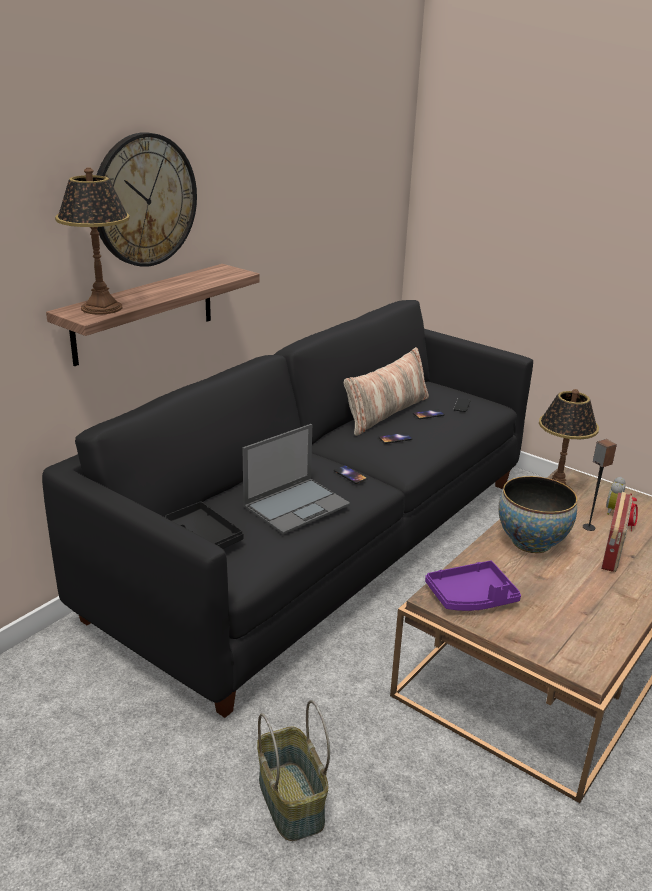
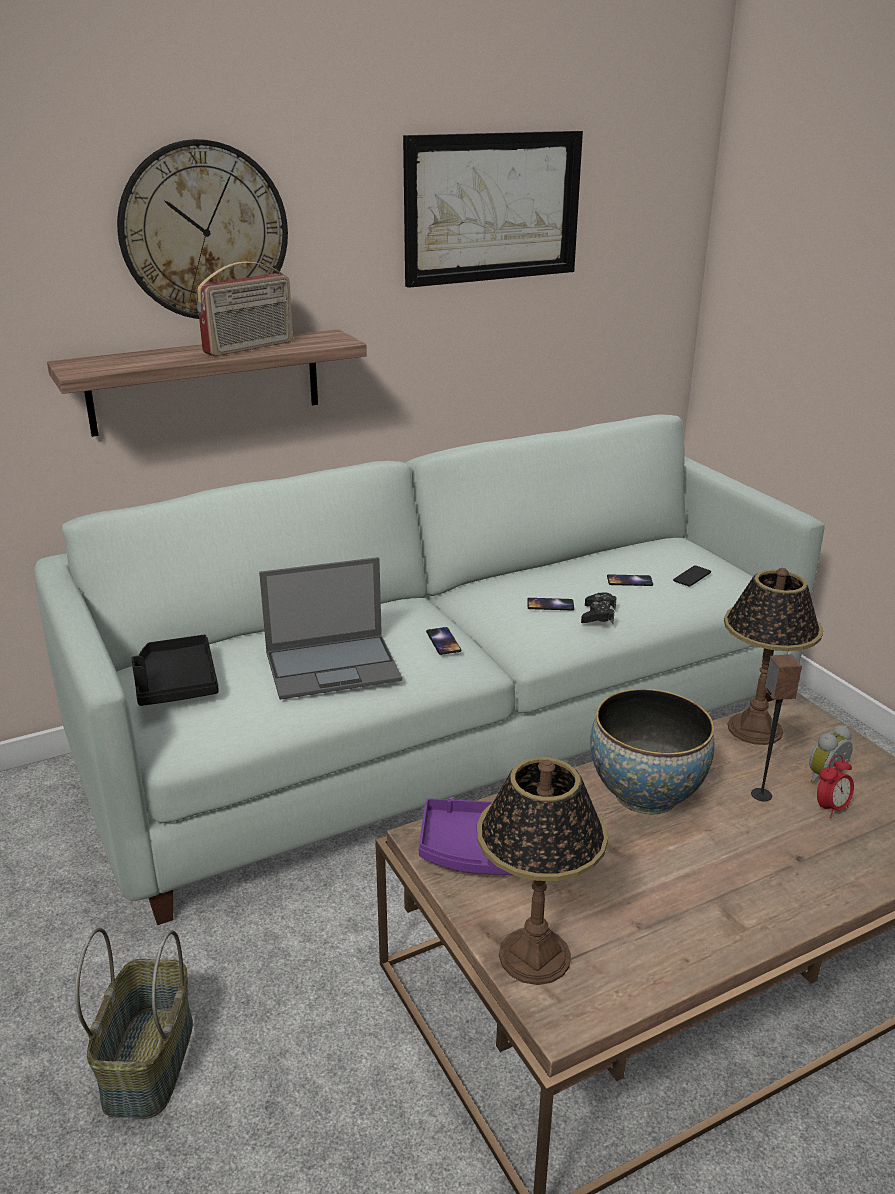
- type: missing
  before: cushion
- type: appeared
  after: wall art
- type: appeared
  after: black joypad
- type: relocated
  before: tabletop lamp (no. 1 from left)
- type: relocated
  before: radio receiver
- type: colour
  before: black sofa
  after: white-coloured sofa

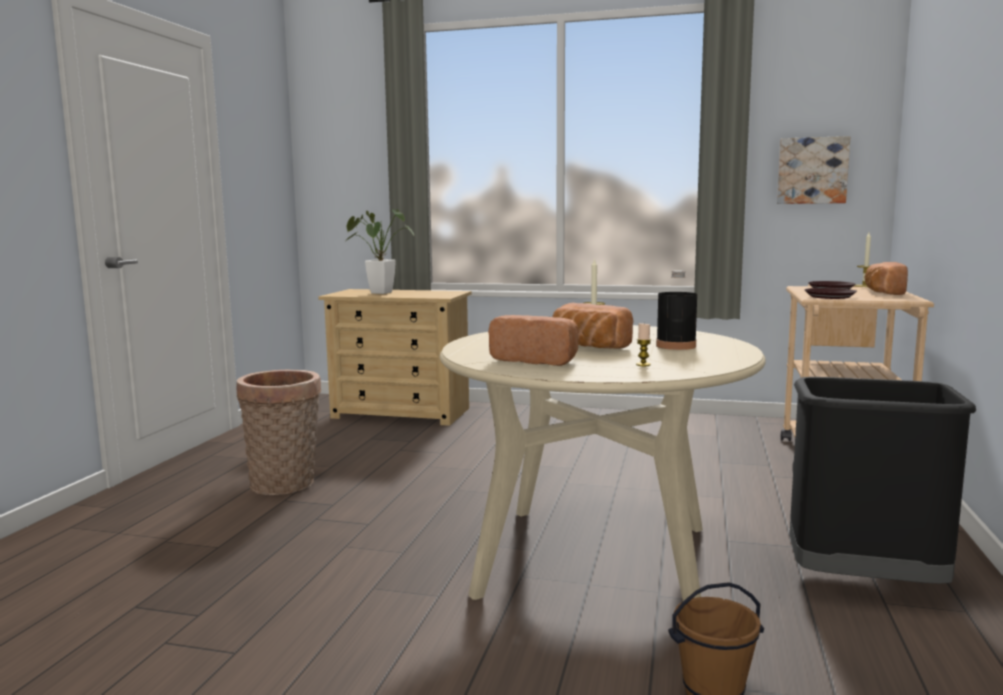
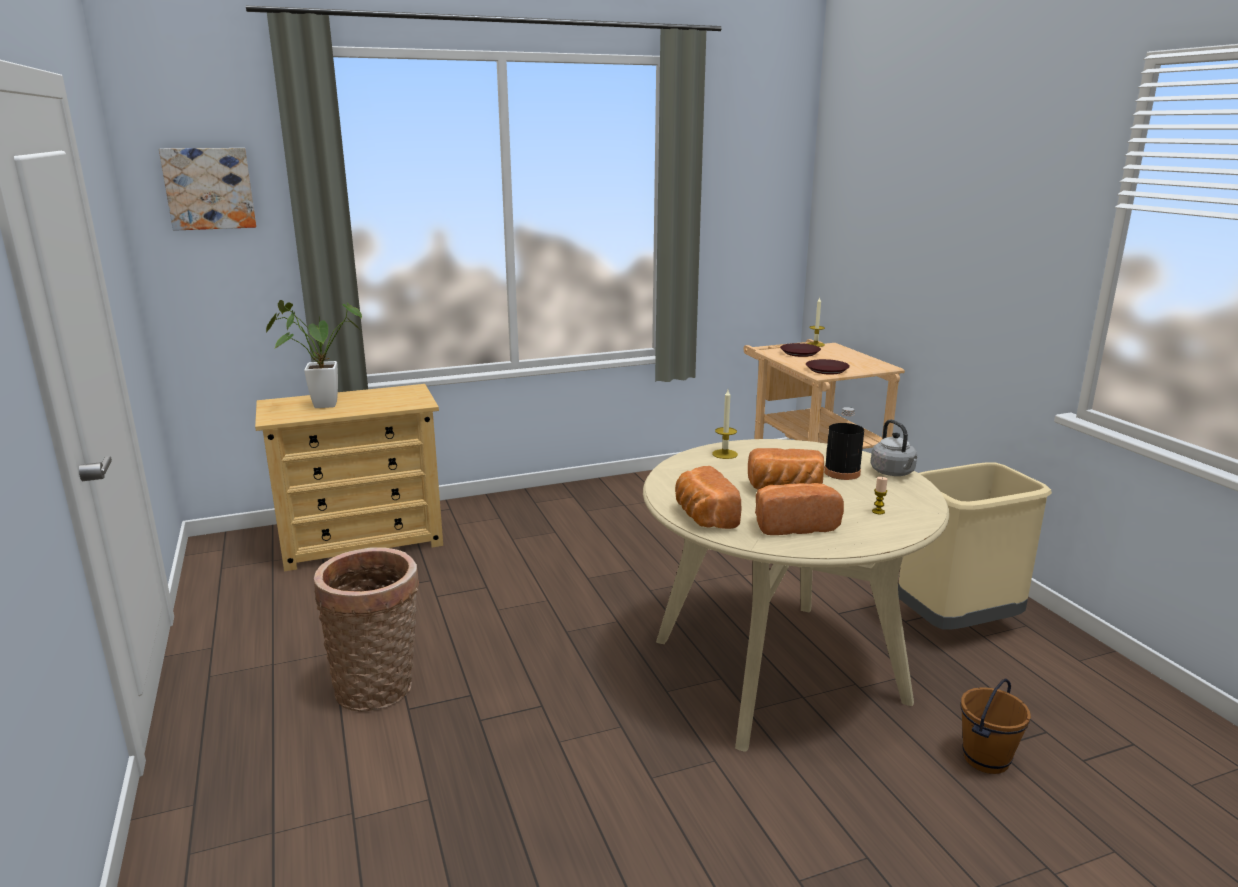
- type: appeared
  after: gray water kettle
- type: relocated
  before: wall art
- type: relocated
  before: bakery bread (no. 3 from left in the first image)
  after: bakery bread (no. 1 from left)
- type: colour
  before: black rubbish bin
  after: beige-coloured rubbish bin

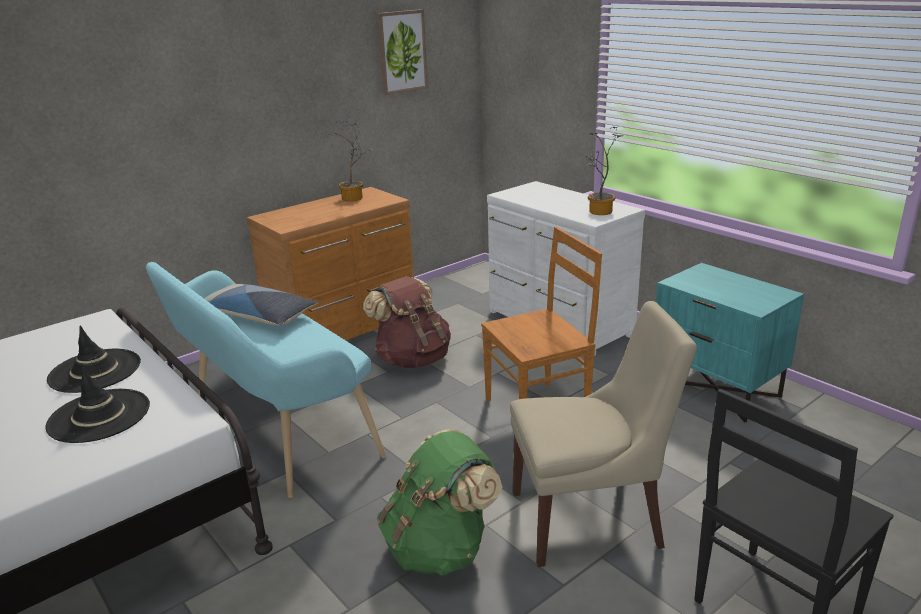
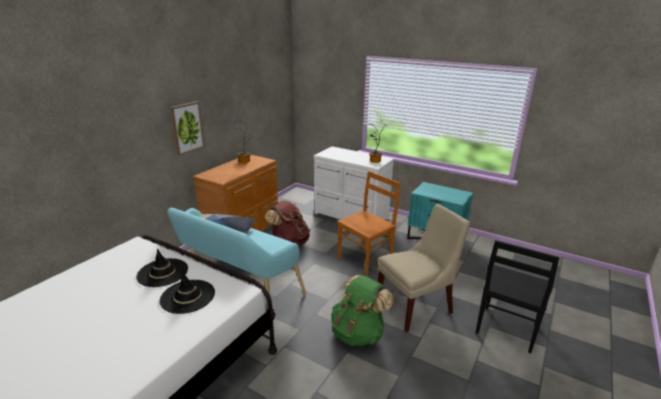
- type: relocated
  before: wall art

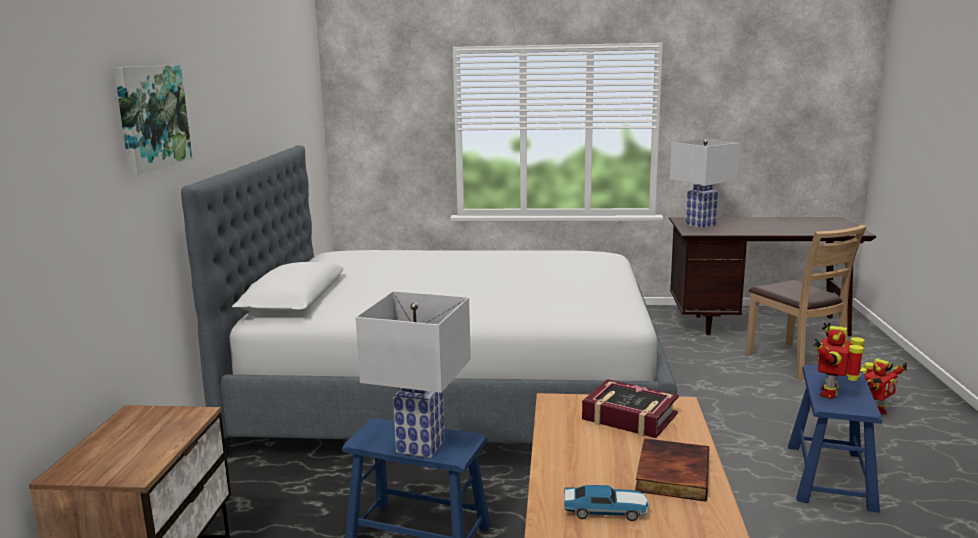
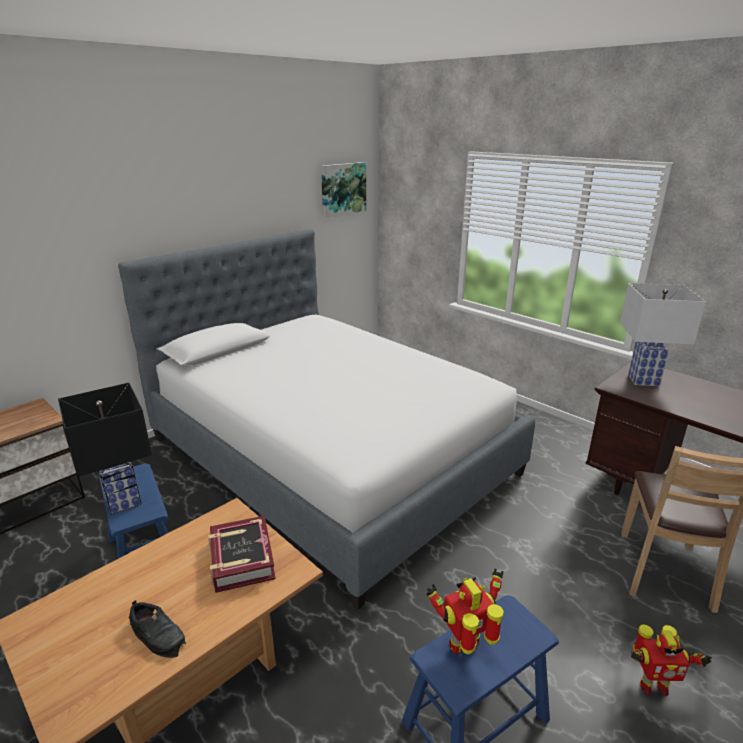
- type: missing
  before: model car
- type: relocated
  before: wall art
- type: exchanged
  before: bound book (no. 2 from left)
  after: black item of footwear
- type: colour
  before: white-coloured tabletop lamp (no. 1 from left)
  after: black tabletop lamp

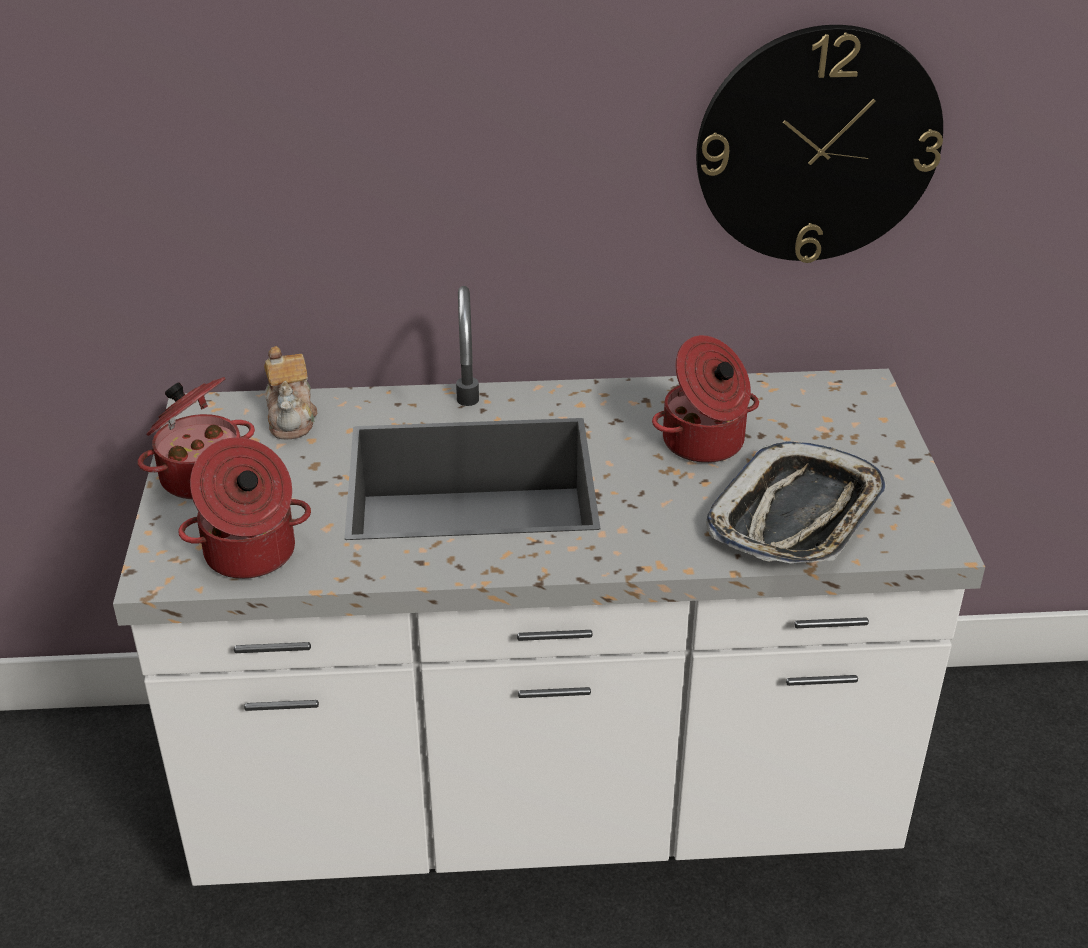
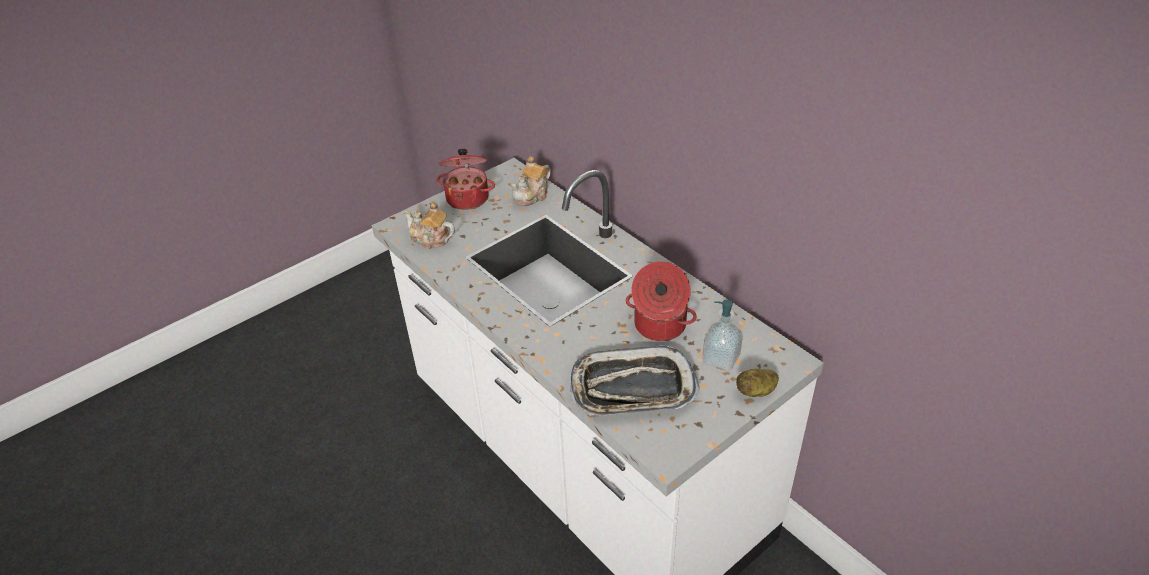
- type: missing
  before: clock on the wall
- type: appeared
  after: soap dispenser
- type: appeared
  after: potato
- type: exchanged
  before: saucepot (no. 2 from left)
  after: tea pot (no. 1 from left)

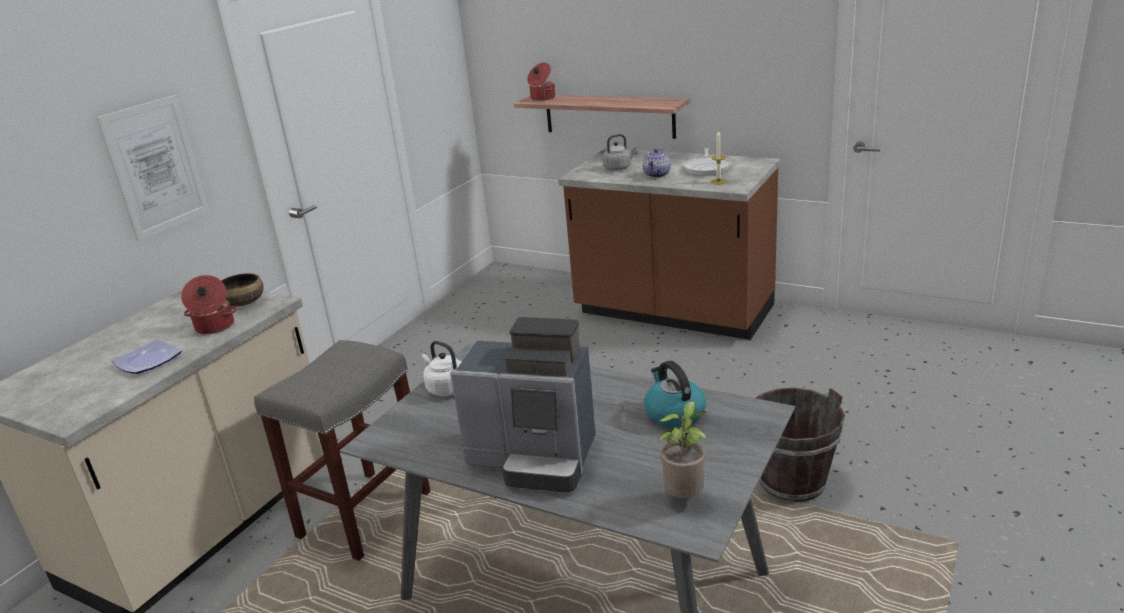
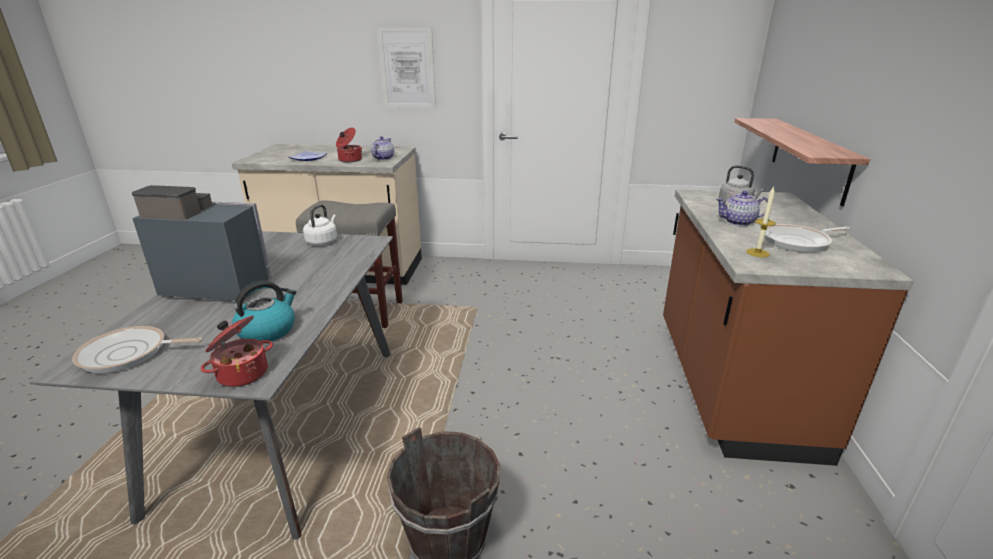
- type: relocated
  before: saucepot (no. 2 from left in the first image)
  after: saucepot (no. 1 from left)
- type: exchanged
  before: deep dish
  after: tea pot (no. 1 from left)
- type: exchanged
  before: potted plant
  after: frying pan (no. 1 from left)
- type: spun
  before: coffee machine
  turn: 105

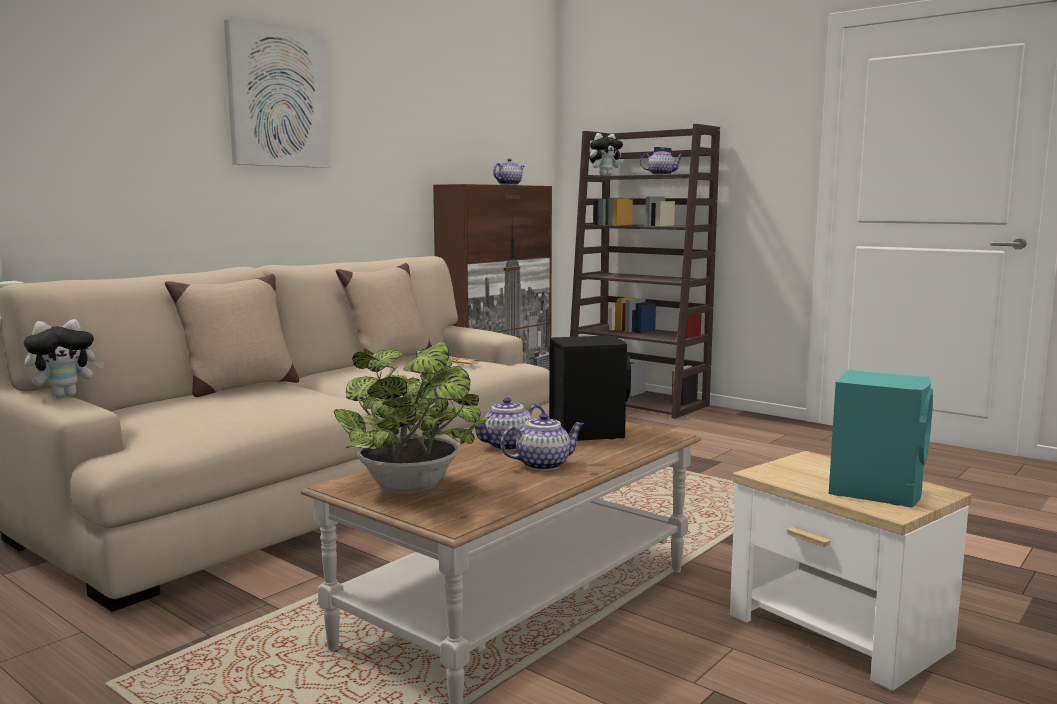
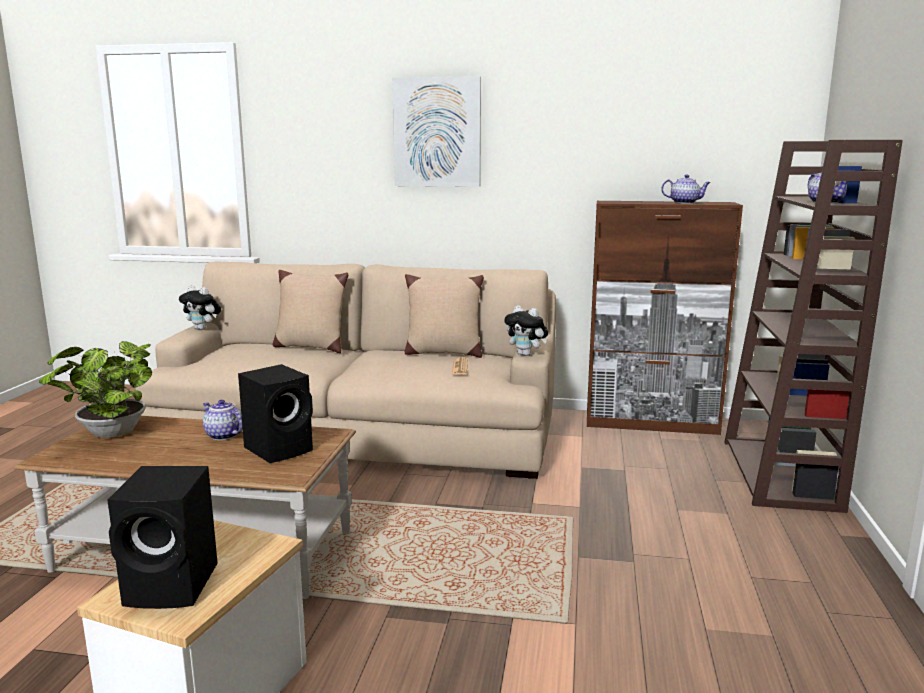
- type: missing
  before: tea pot (no. 3 from left)
- type: relocated
  before: cuddly toy (no. 2 from left)
- type: colour
  before: blue-green loudspeaker
  after: black loudspeaker (no. 1 from left)

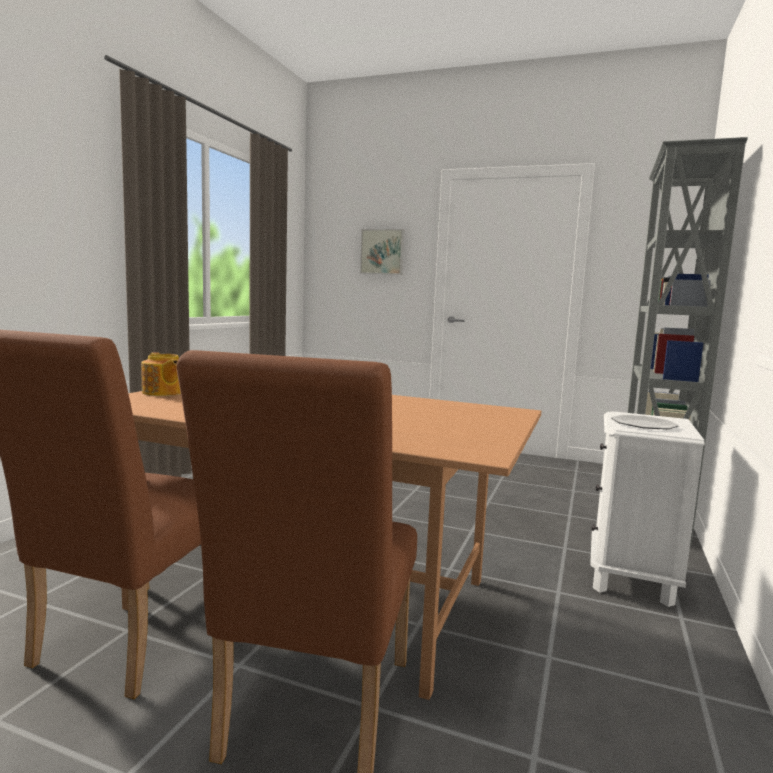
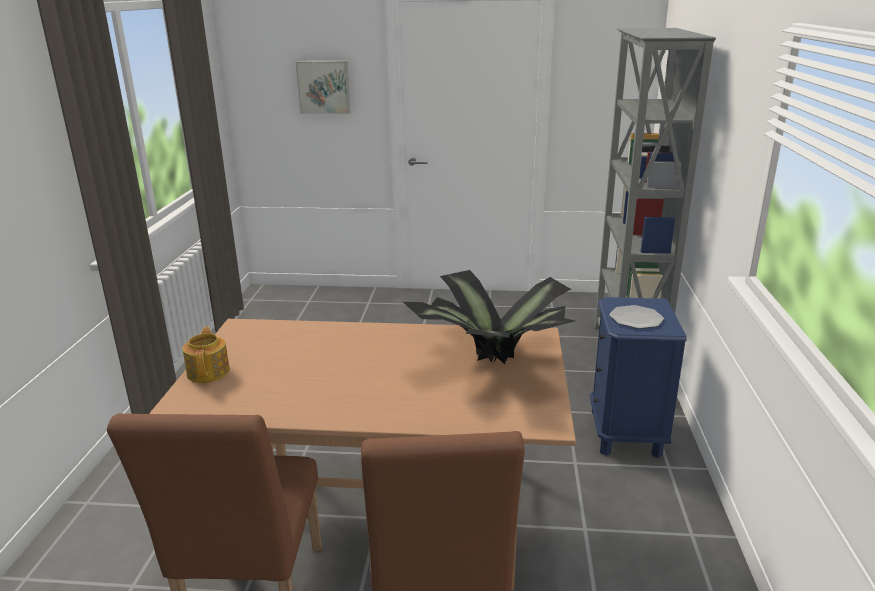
- type: appeared
  after: potted plant
- type: colour
  before: white-coloured night table
  after: bluish night table
- type: spun
  before: tea pot
  turn: -135

